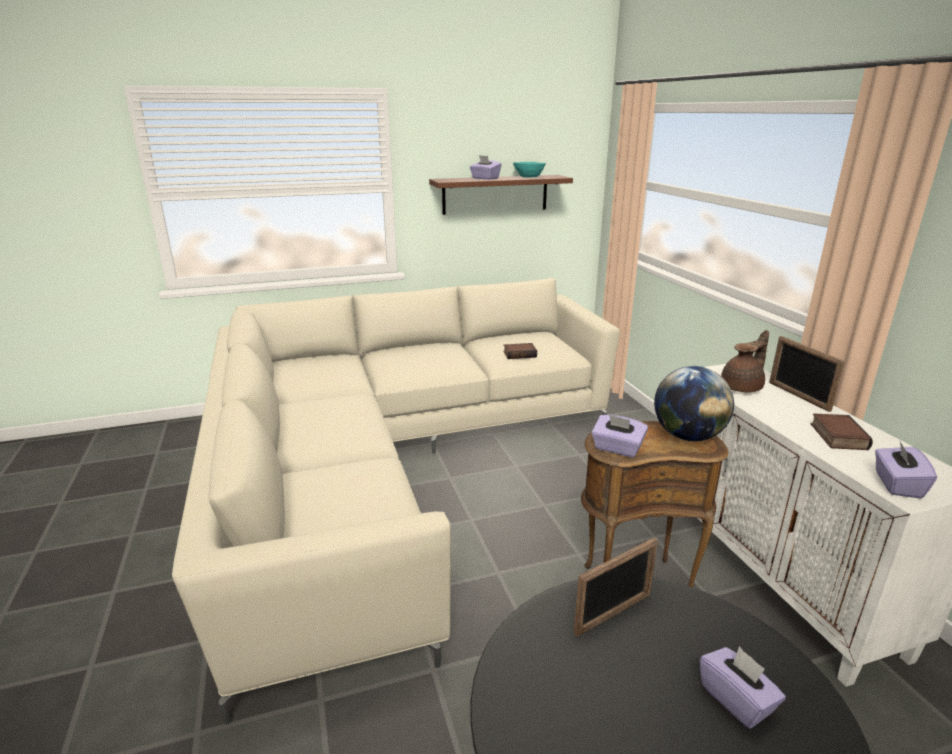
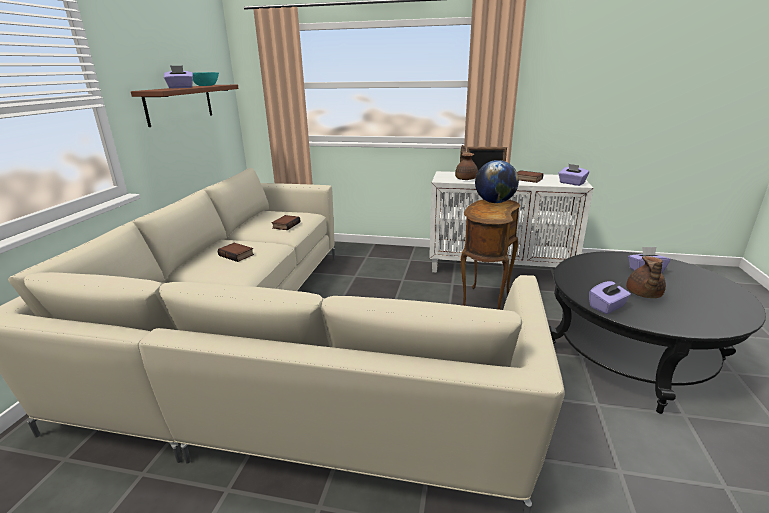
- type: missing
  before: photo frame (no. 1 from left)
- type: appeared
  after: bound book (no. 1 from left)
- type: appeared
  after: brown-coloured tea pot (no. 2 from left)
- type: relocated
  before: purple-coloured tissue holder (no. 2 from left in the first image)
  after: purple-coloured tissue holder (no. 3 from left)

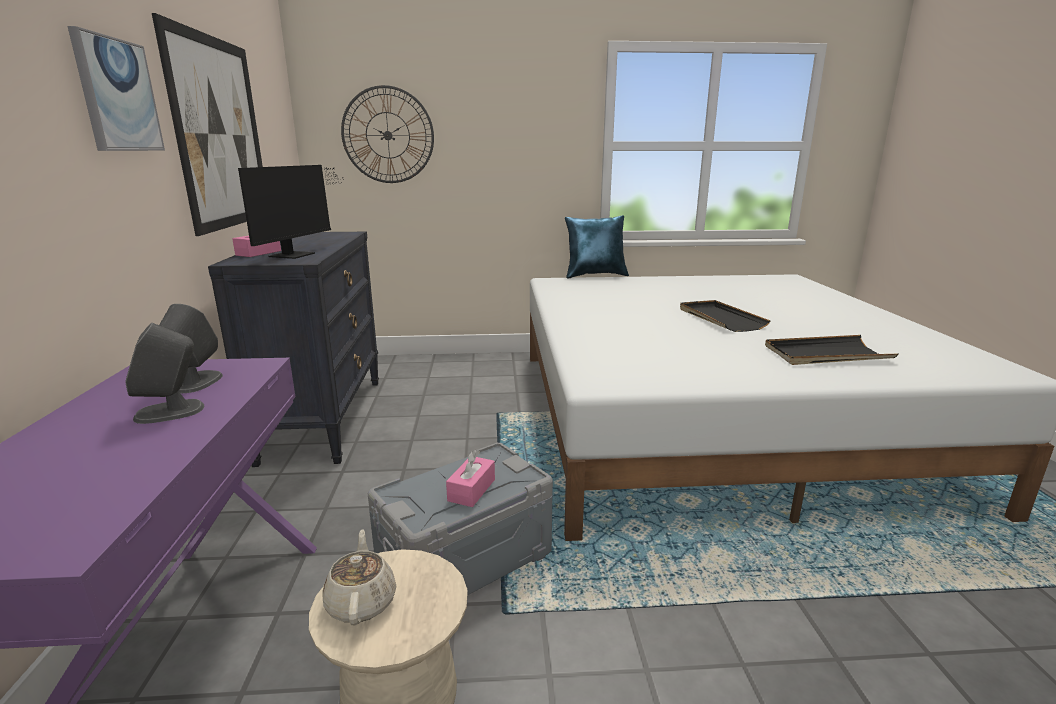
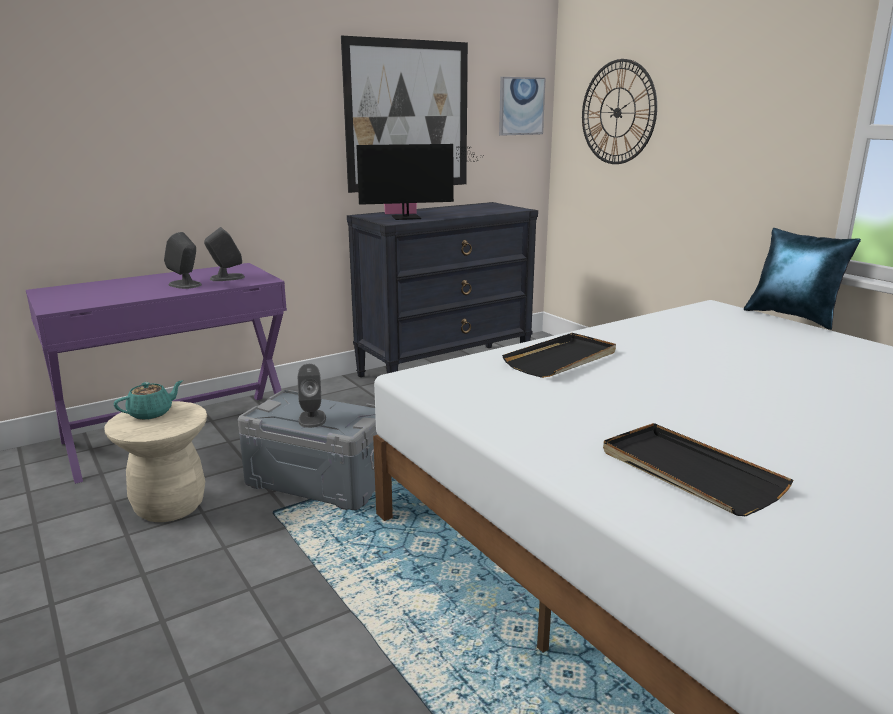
- type: relocated
  before: wall art (no. 1 from left in the first image)
  after: wall art (no. 2 from left)
- type: relocated
  before: black tray (no. 1 from left)
- type: exchanged
  before: pinkish tissue holder (no. 2 from left)
  after: gray loudspeaker (no. 3 from left)
- type: colour
  before: beige-coloured tea pot
  after: blue-green tea pot

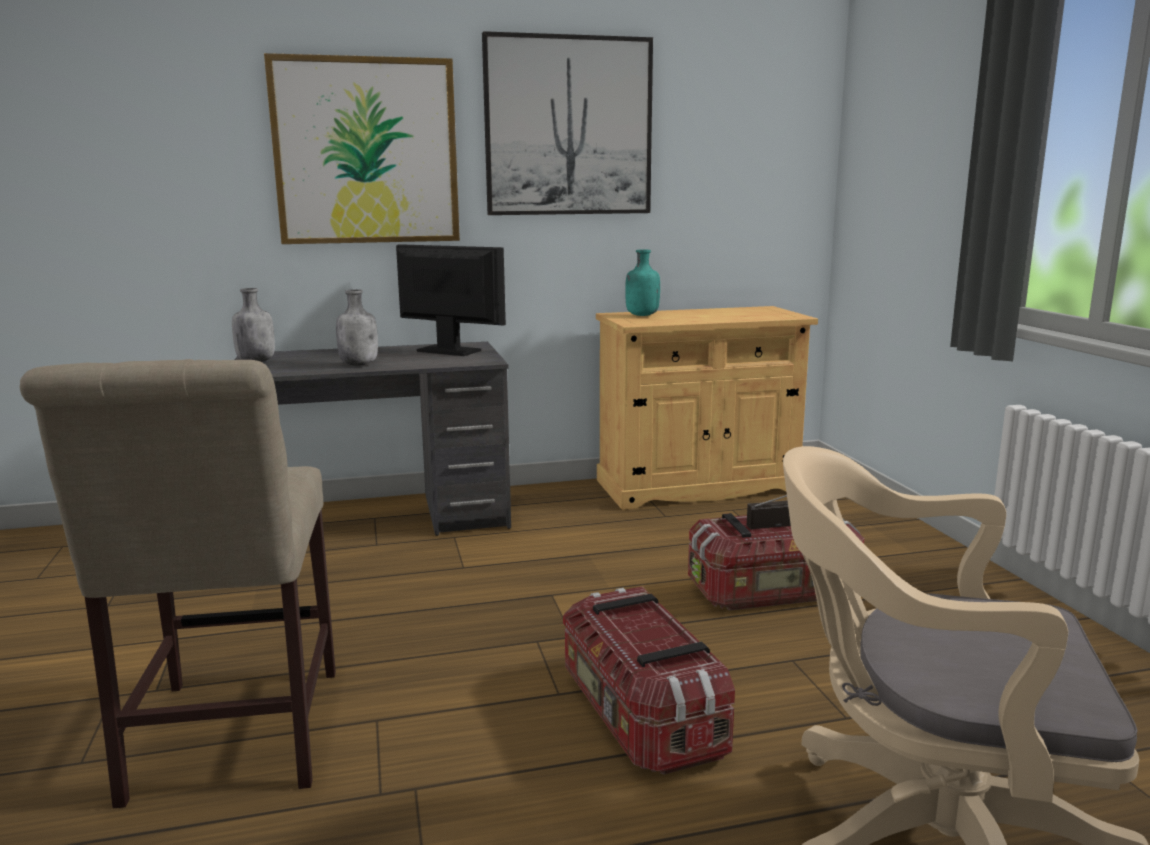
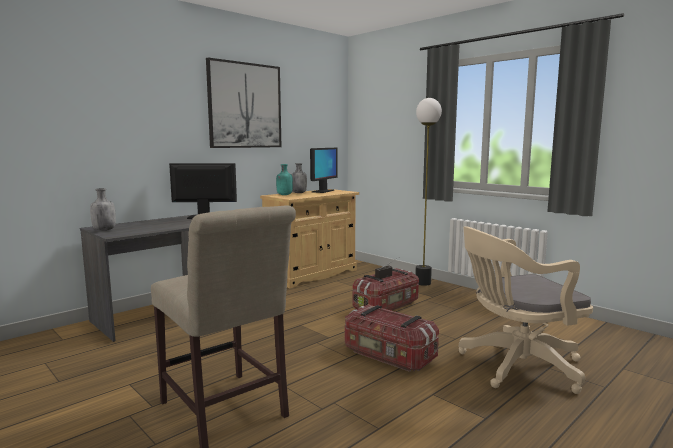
- type: missing
  before: wall art (no. 1 from left)
- type: appeared
  after: monitor (no. 2 from left)
- type: appeared
  after: standing lamp
- type: relocated
  before: gray beverage bottle (no. 2 from left)

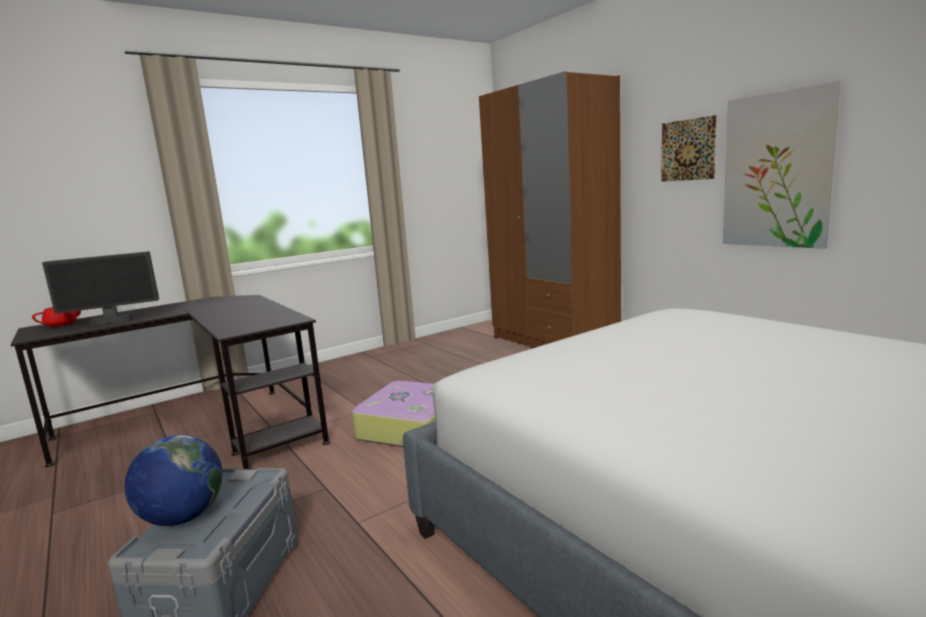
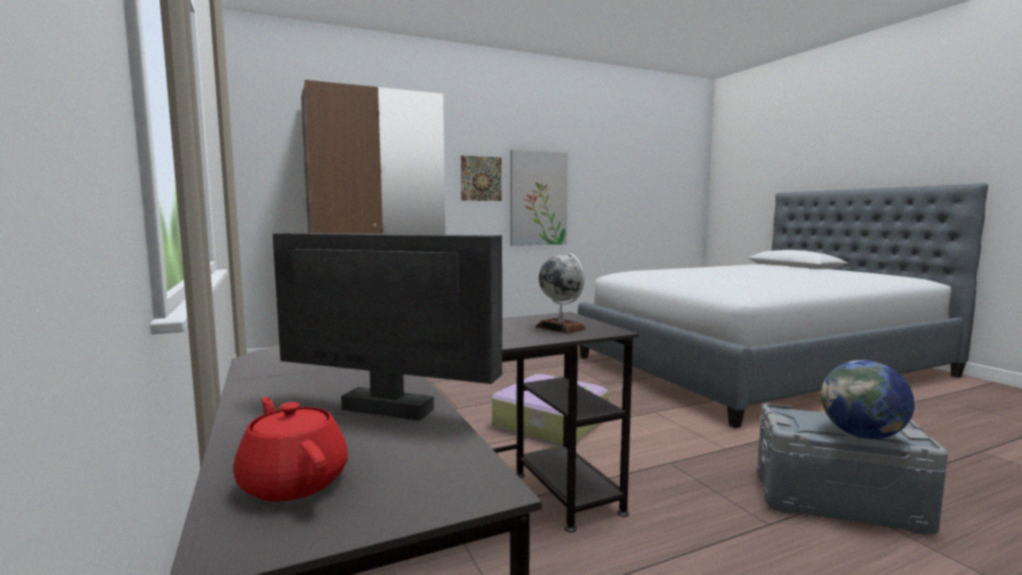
- type: appeared
  after: desk globe (no. 1 from left)
- type: spun
  before: monitor
  turn: -60

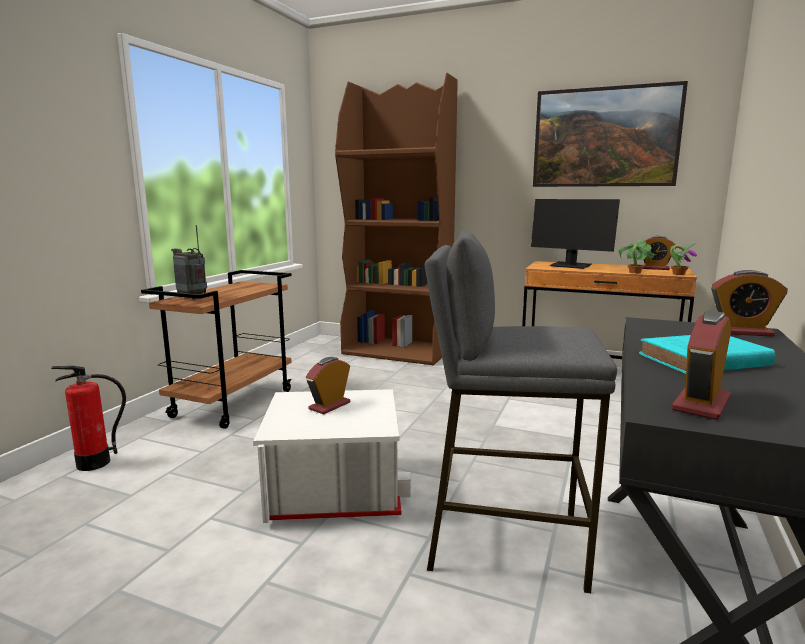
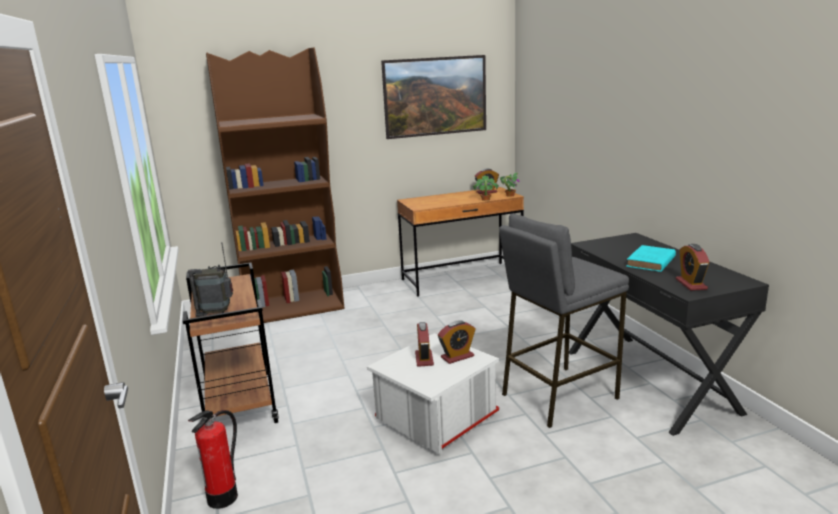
- type: missing
  before: monitor
- type: relocated
  before: bedside clock (no. 4 from left in the first image)
  after: bedside clock (no. 2 from left)

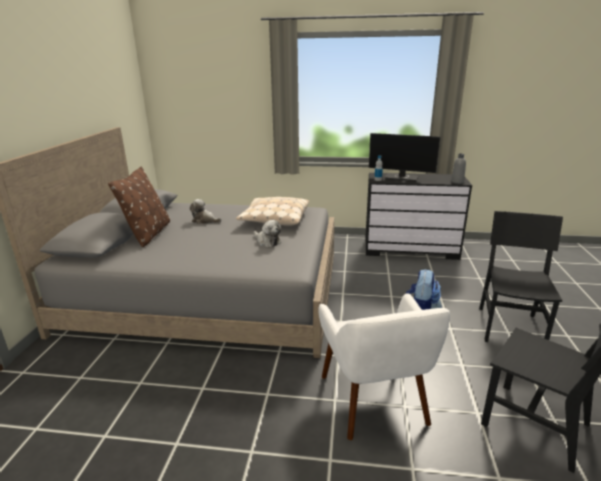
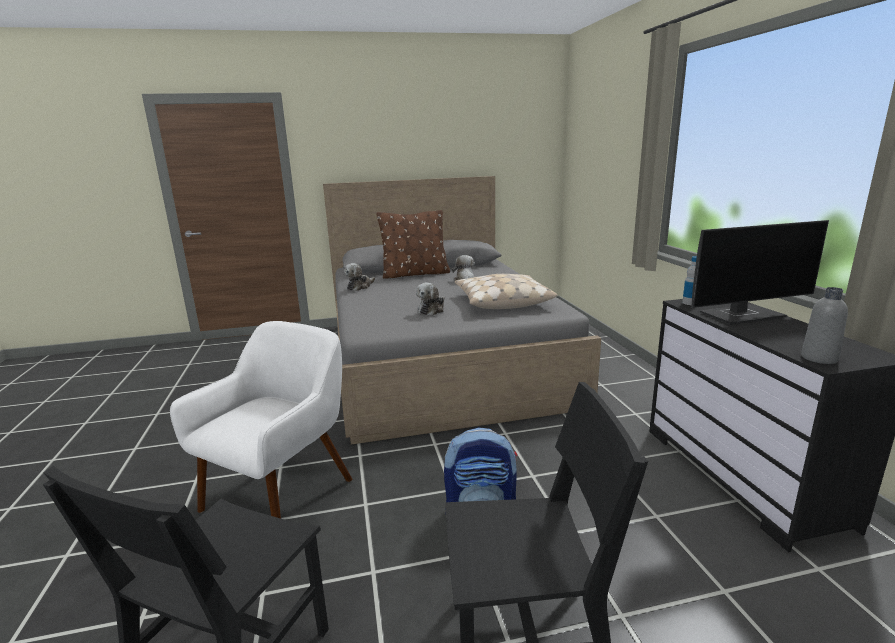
- type: appeared
  after: cuddly toy (no. 1 from left)
- type: spun
  before: white-coloured lounge chair
  turn: 150
- type: spun
  before: monitor
  turn: -105

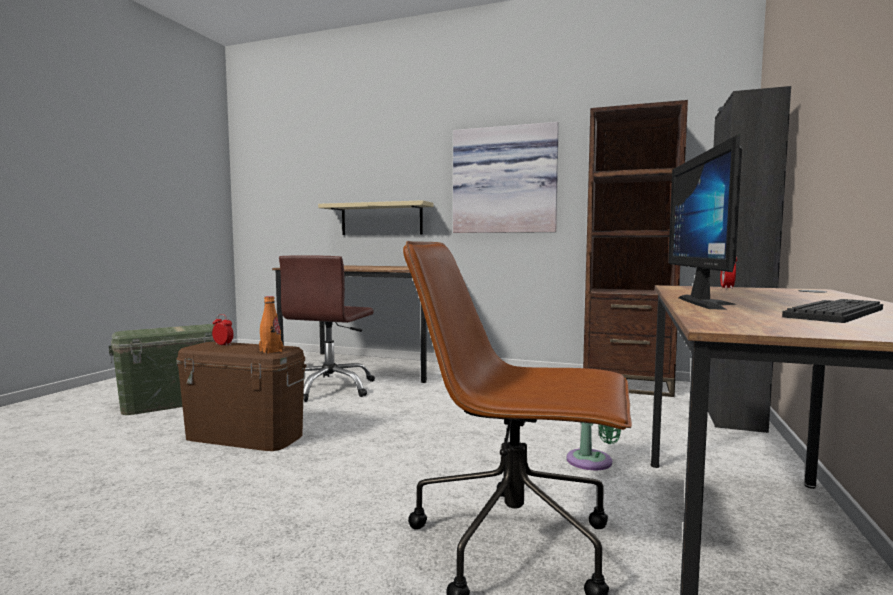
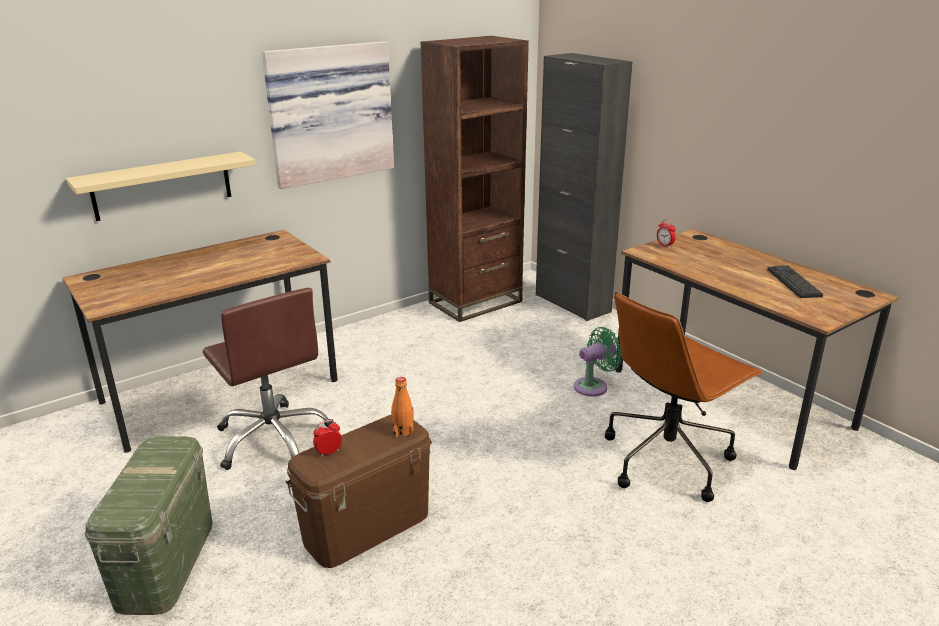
- type: missing
  before: monitor

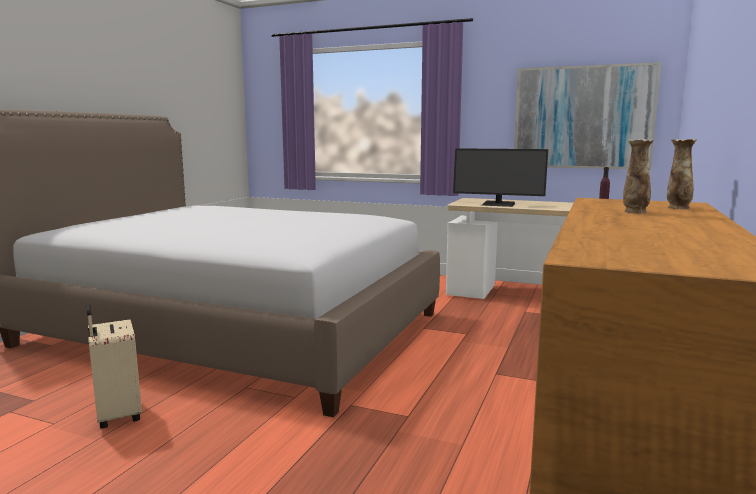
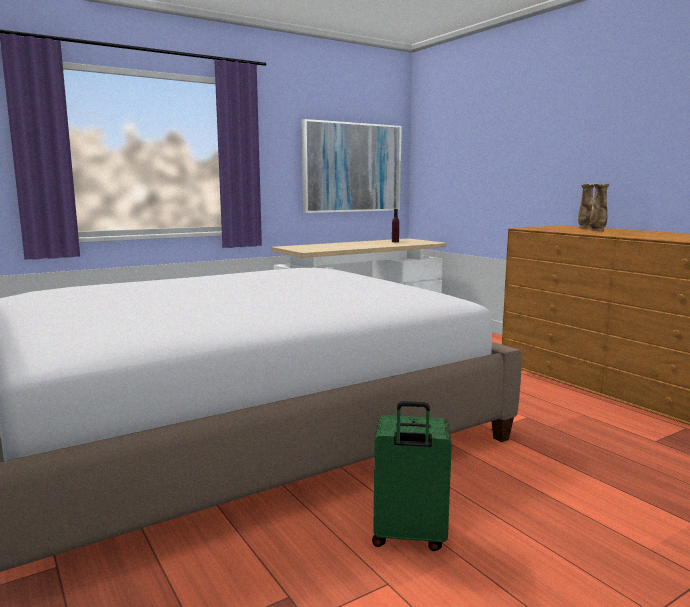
- type: missing
  before: monitor
- type: colour
  before: beige-coloured piece of luggage
  after: greenish piece of luggage

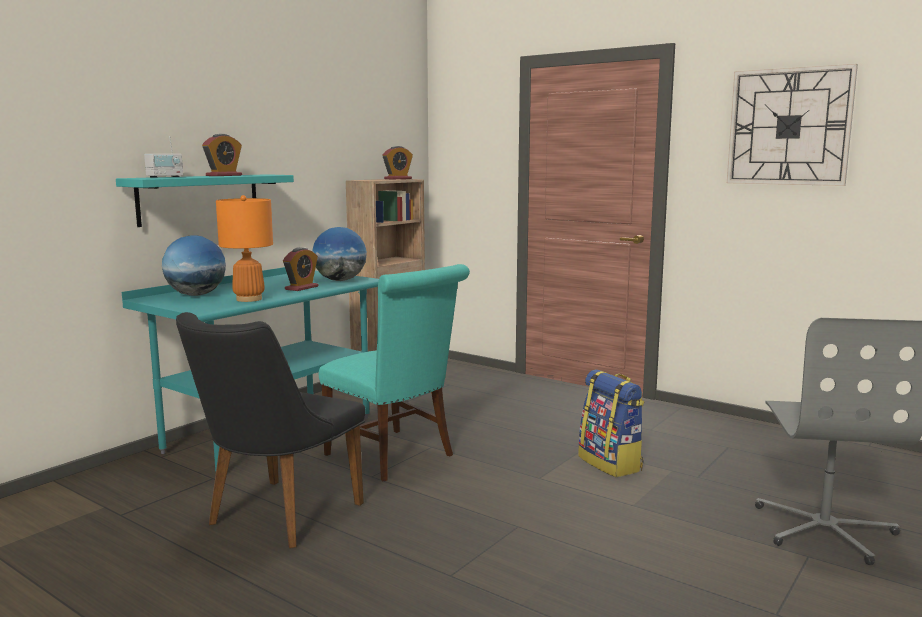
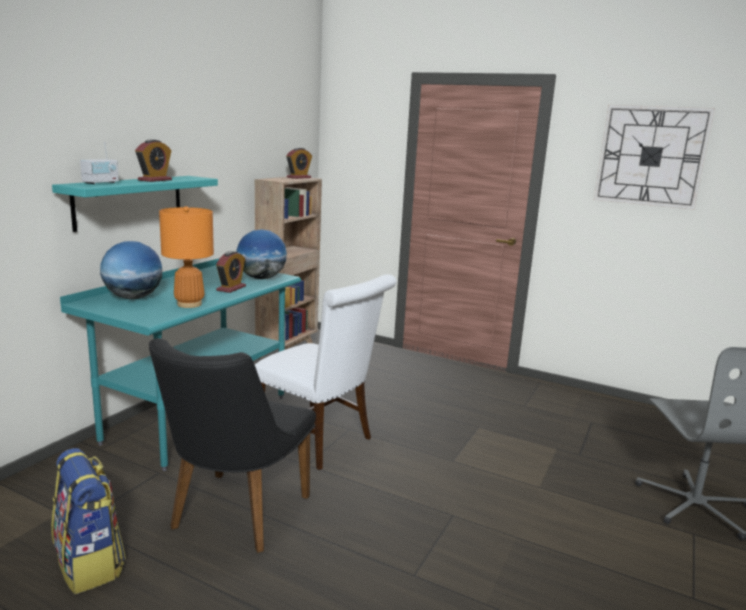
- type: relocated
  before: backpack
- type: colour
  before: blue-green chair
  after: white-coloured chair

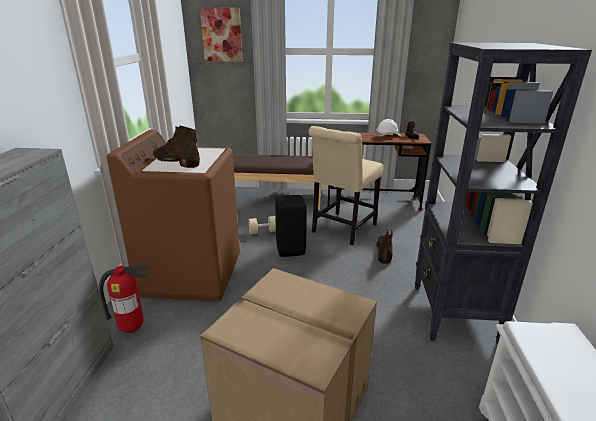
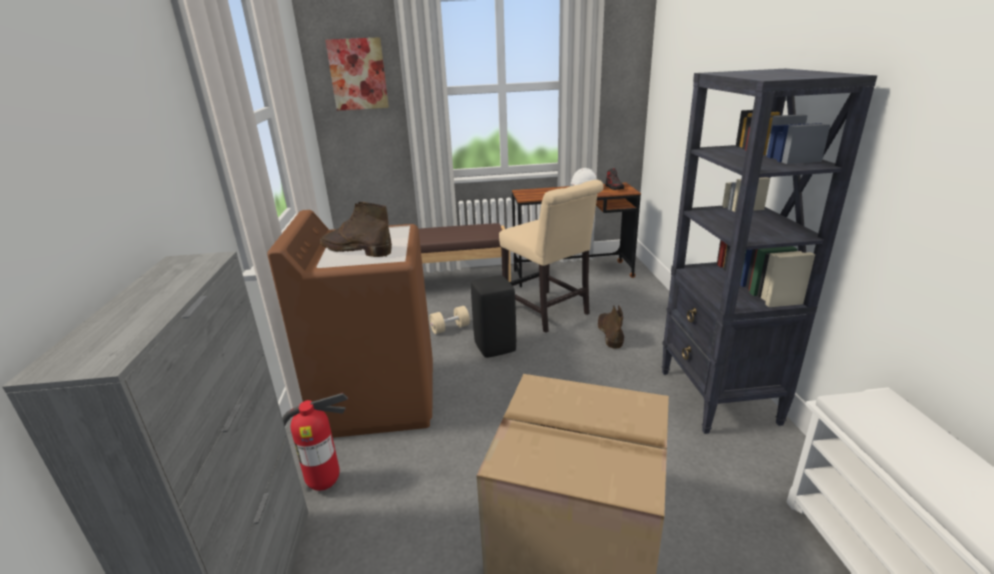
- type: spun
  before: beige-coloured chair
  turn: -60

